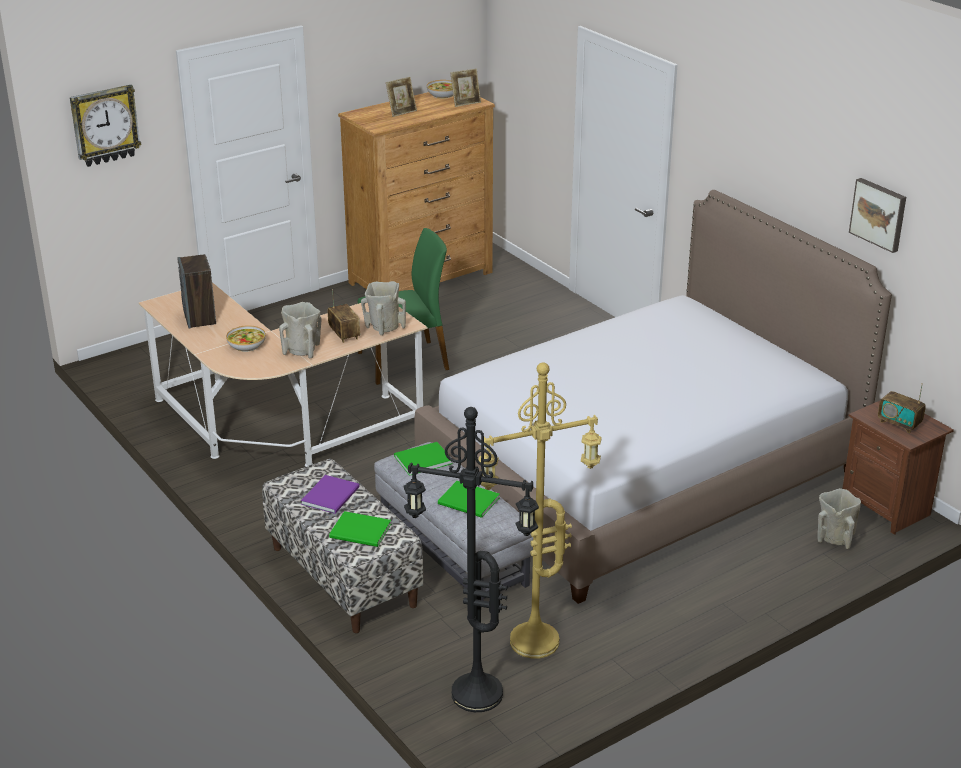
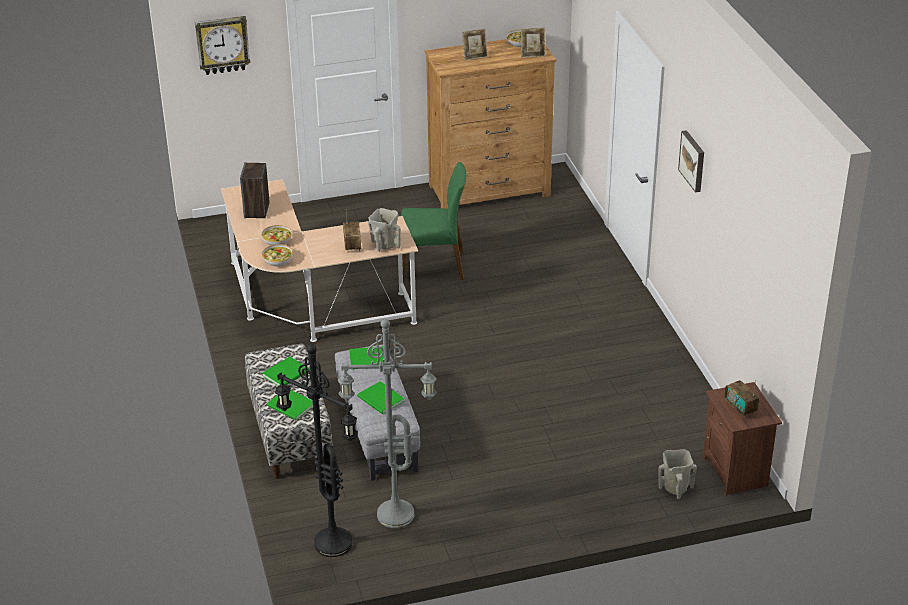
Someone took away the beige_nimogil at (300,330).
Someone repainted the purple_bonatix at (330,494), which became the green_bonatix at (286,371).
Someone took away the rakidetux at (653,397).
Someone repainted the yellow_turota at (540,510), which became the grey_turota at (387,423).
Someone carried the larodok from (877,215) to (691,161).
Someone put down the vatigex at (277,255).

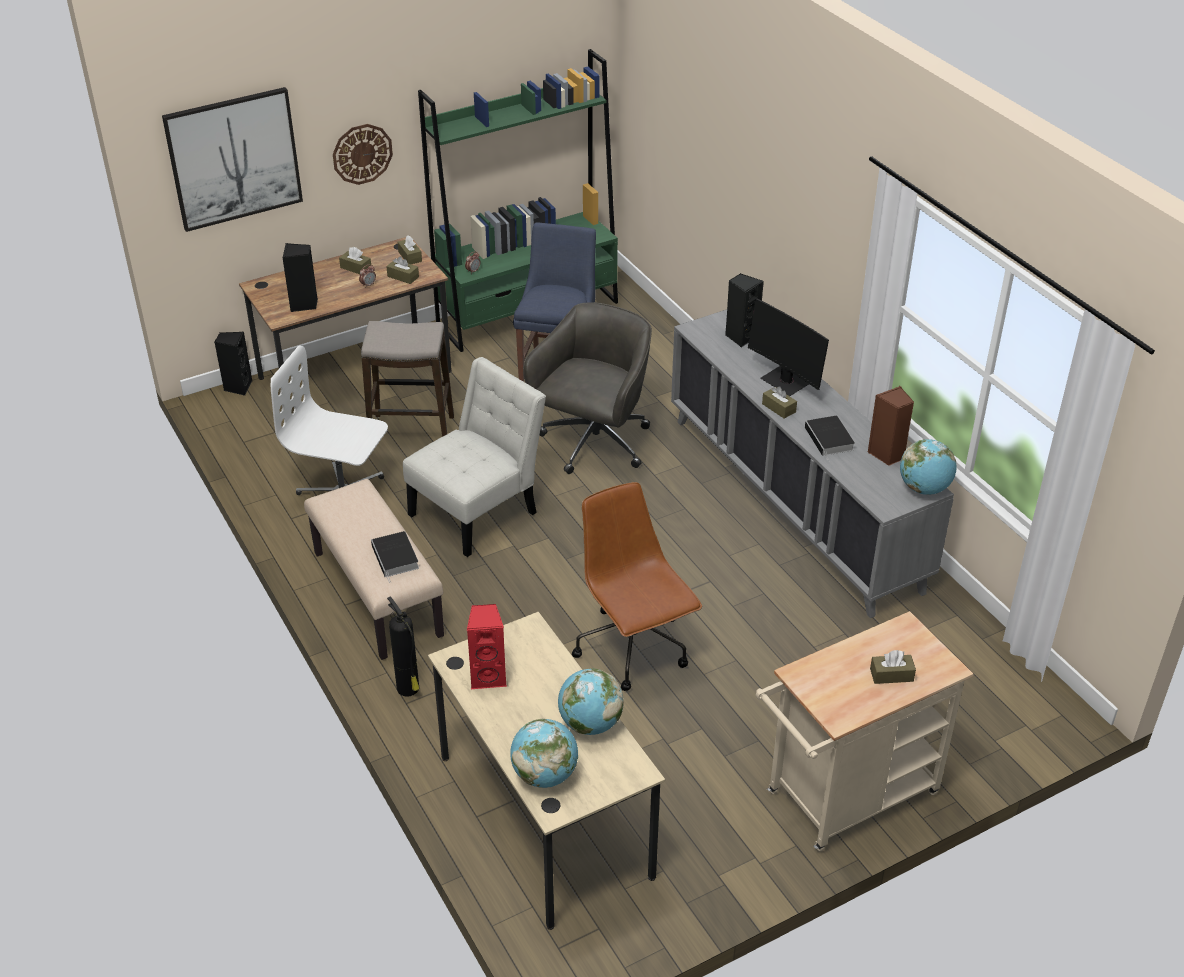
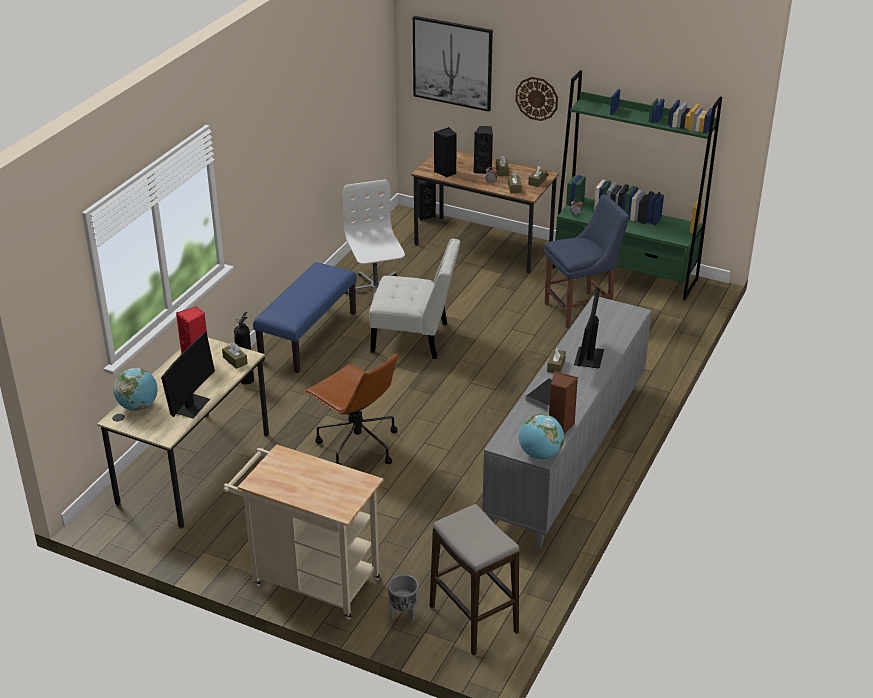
Someone repainted the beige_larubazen at (374,569), which became the blue_larubazen at (305,317).
Someone carried the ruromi from (407,379) to (474,579).
Someone took away the bonatix at (395,557).
Someone took away the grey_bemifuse at (587,388).
Someone swapped the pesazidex at (591,702) for the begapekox at (188,375).
Someone rotated the brown_bemifuse at (637,586) by 105 degrees clockwise.
Someone carried the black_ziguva from (744,310) to (483,150).
Someone carried the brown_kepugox from (893,667) to (235,355).
Someone put down the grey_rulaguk at (403,598).

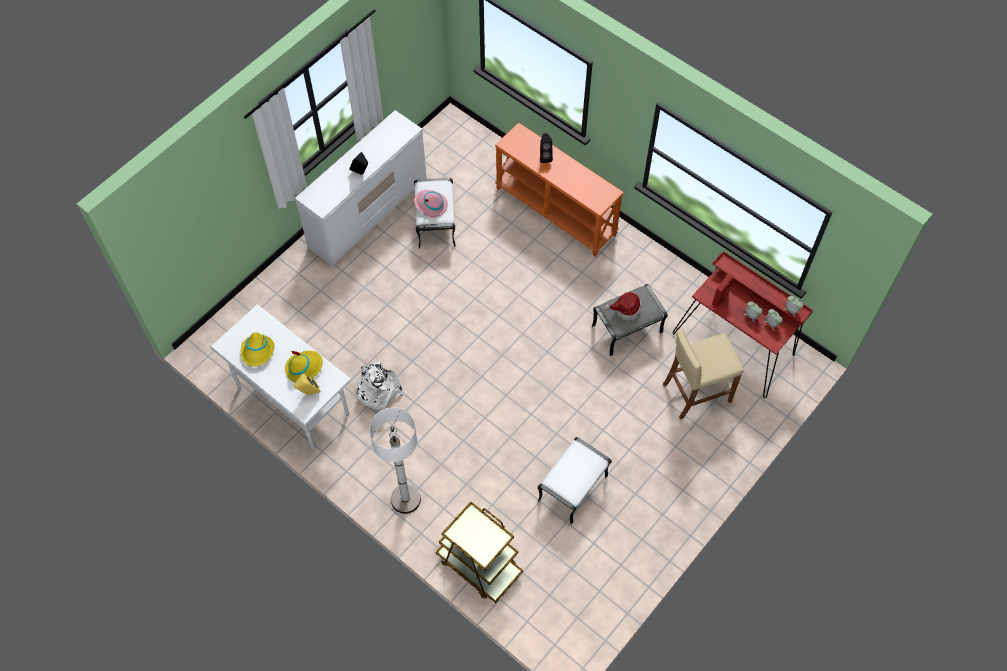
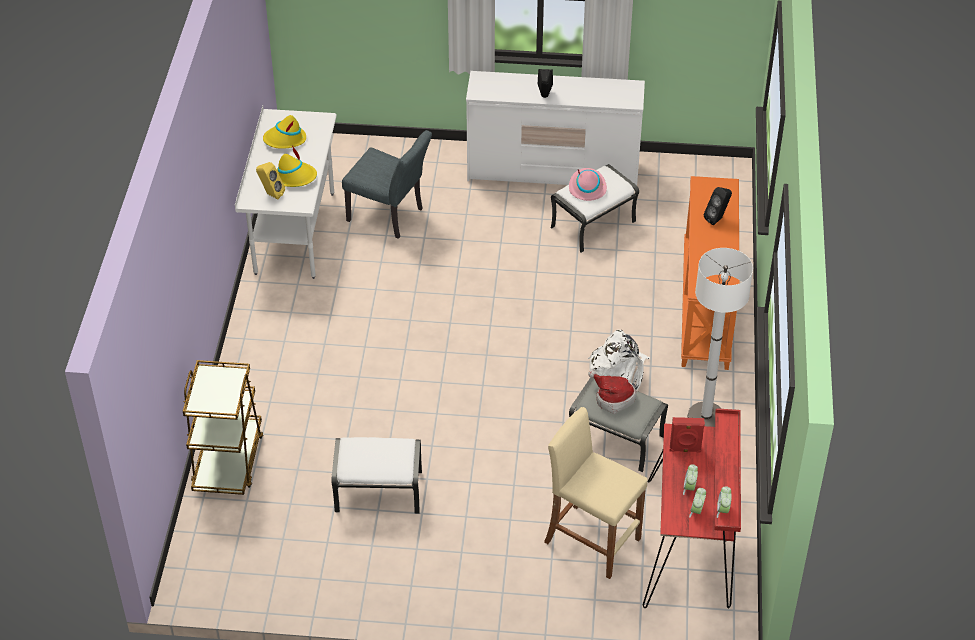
Someone carried the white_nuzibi from (378,386) to (619,360).
Someone carried the white_turota from (395,460) to (720,337).
Someone put down the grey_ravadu at (387,184).

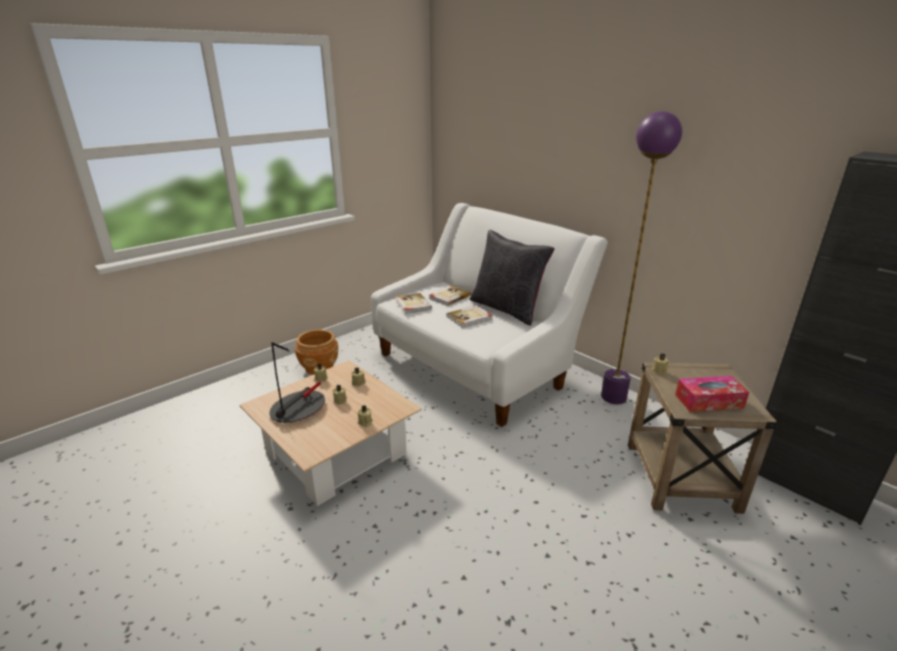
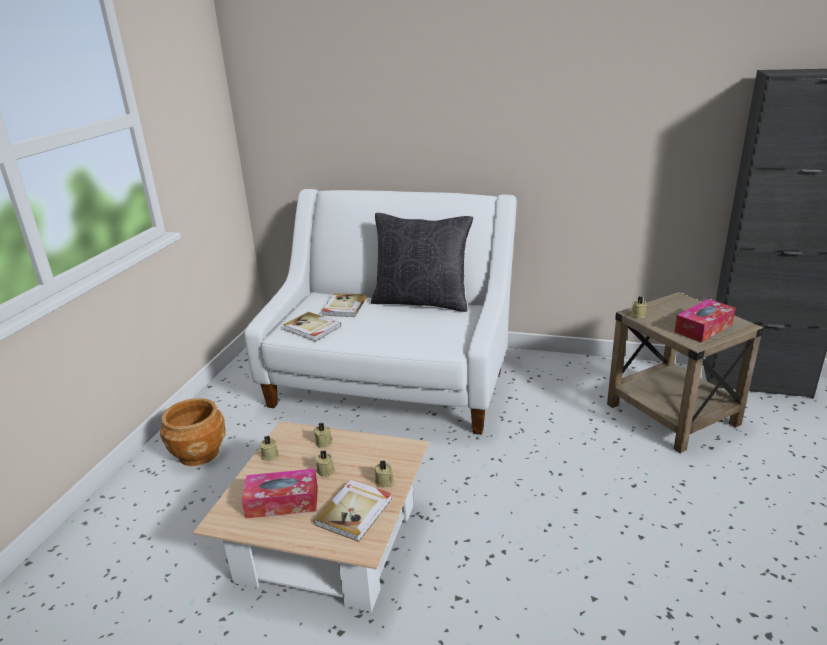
Someone swapped the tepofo at (297,382) for the kepugox at (279,494).
Someone carried the bonatix from (470,316) to (353,511).
Someone took away the purple_turota at (641,257).

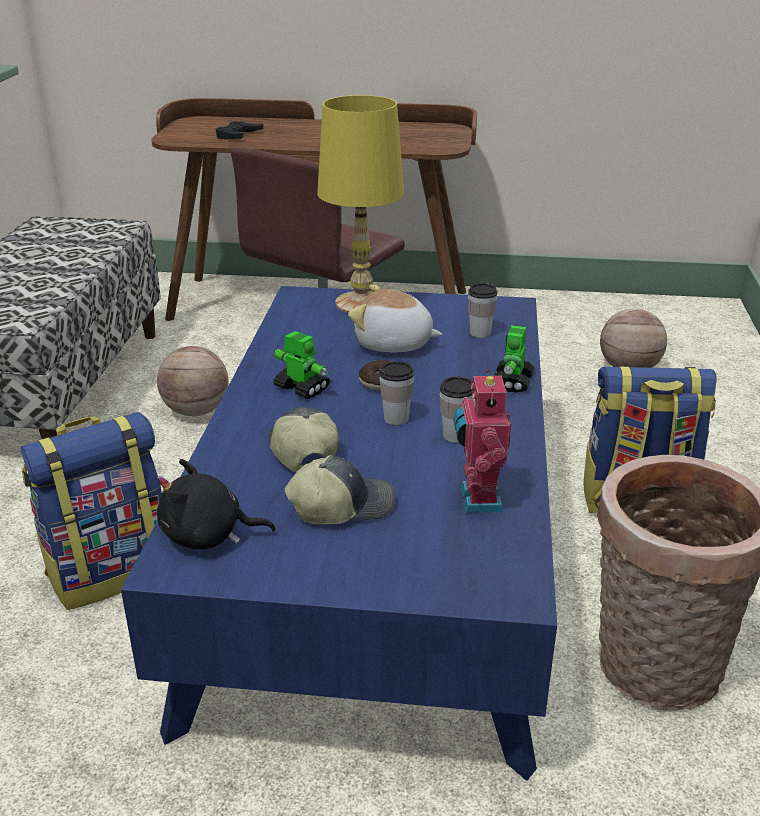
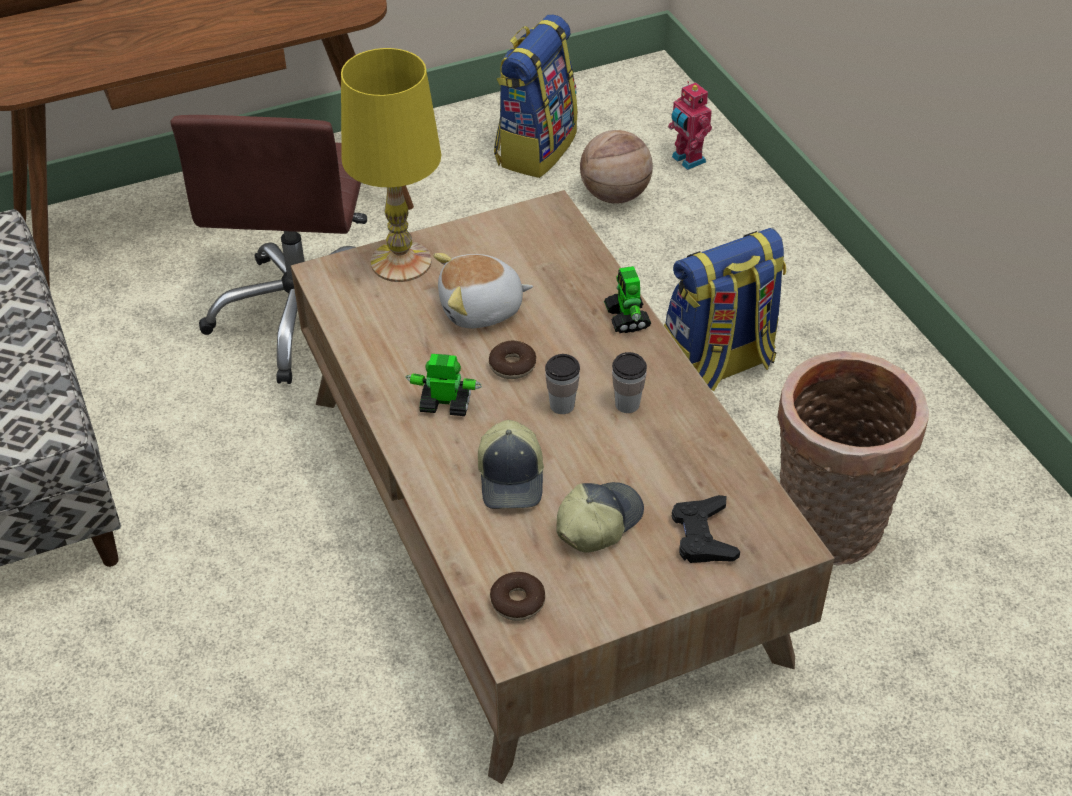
Someone carried the nuzibi from (91,511) to (536,96).
Someone repainted the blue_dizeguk at (339,533), which became the brown_dizeguk at (562,487).
Someone took away the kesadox at (193,381).
Someone swapped the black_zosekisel at (216,504) for the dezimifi at (517,596).
Someone carried the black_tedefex from (239,130) to (706,529).
Someone rotated the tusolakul at (303,439) by 135 degrees counterclockwise.
Someone carried the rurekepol from (482,441) to (690,125).
Someone took away the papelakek at (483,310).

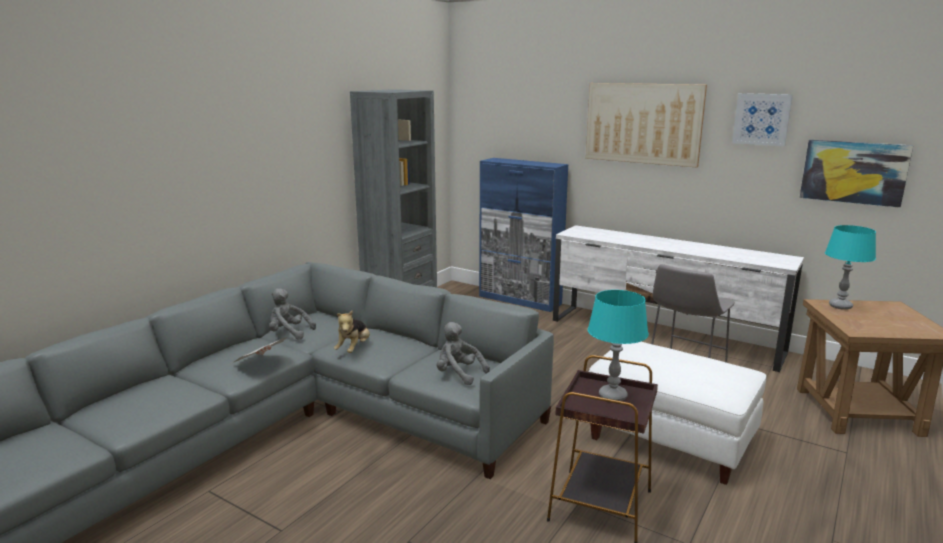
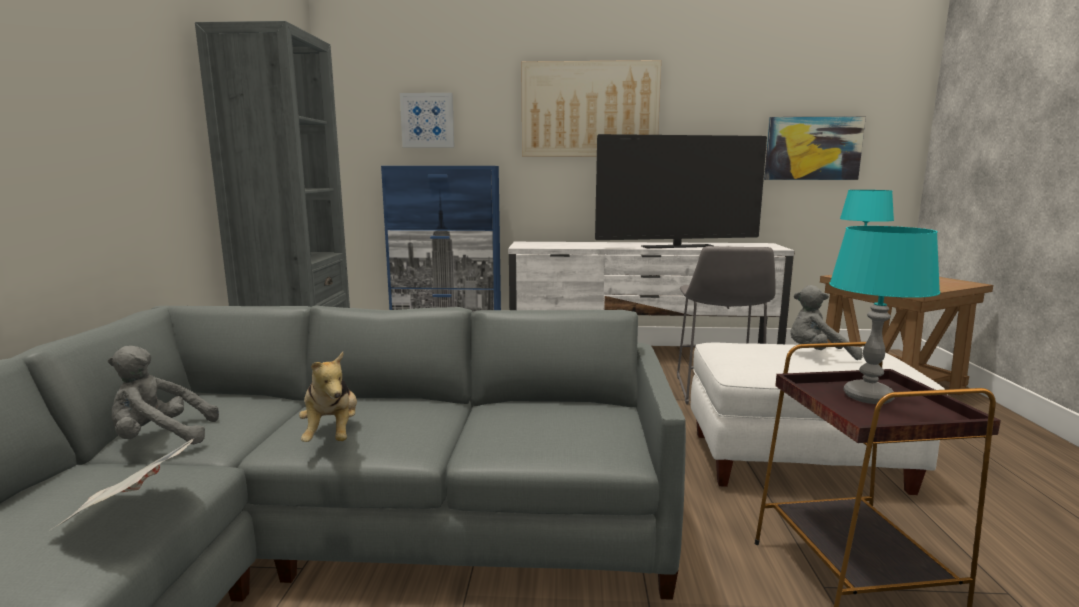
Someone carried the grey_zosekisel from (463,353) to (826,322).
Someone carried the larodok from (762,119) to (427,120).
Someone put down the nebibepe at (681,191).

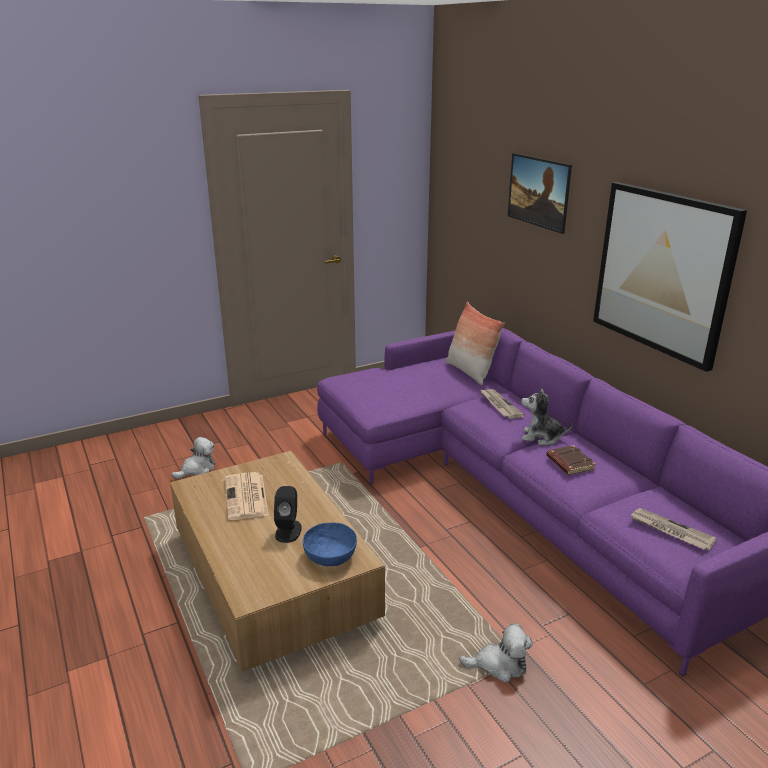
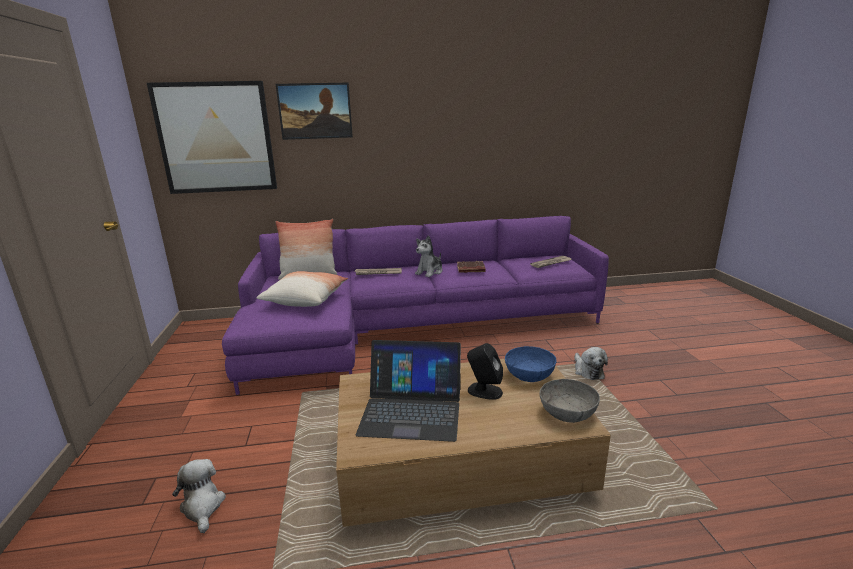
Someone swapped the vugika at (247,496) for the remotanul at (408,391).
Someone rotated the zosekisel at (496,653) by 150 degrees clockwise.
Someone carried the larodok from (670,277) to (212,137).
Someone put down the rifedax at (302,289).
Someone put down the grey_vatigex at (569,401).

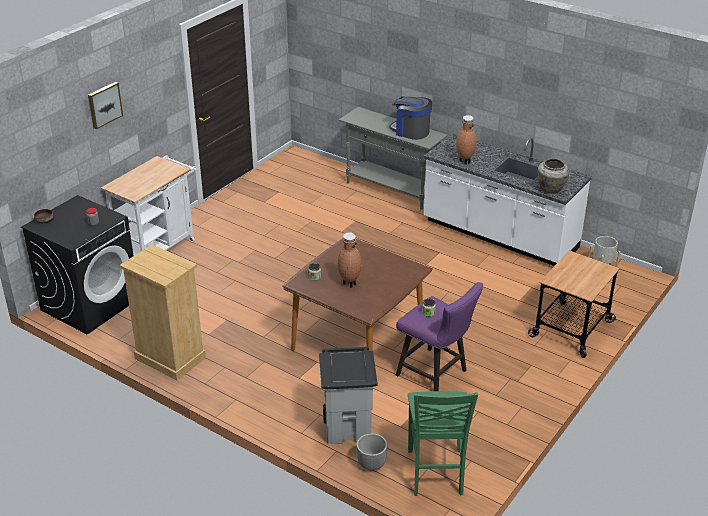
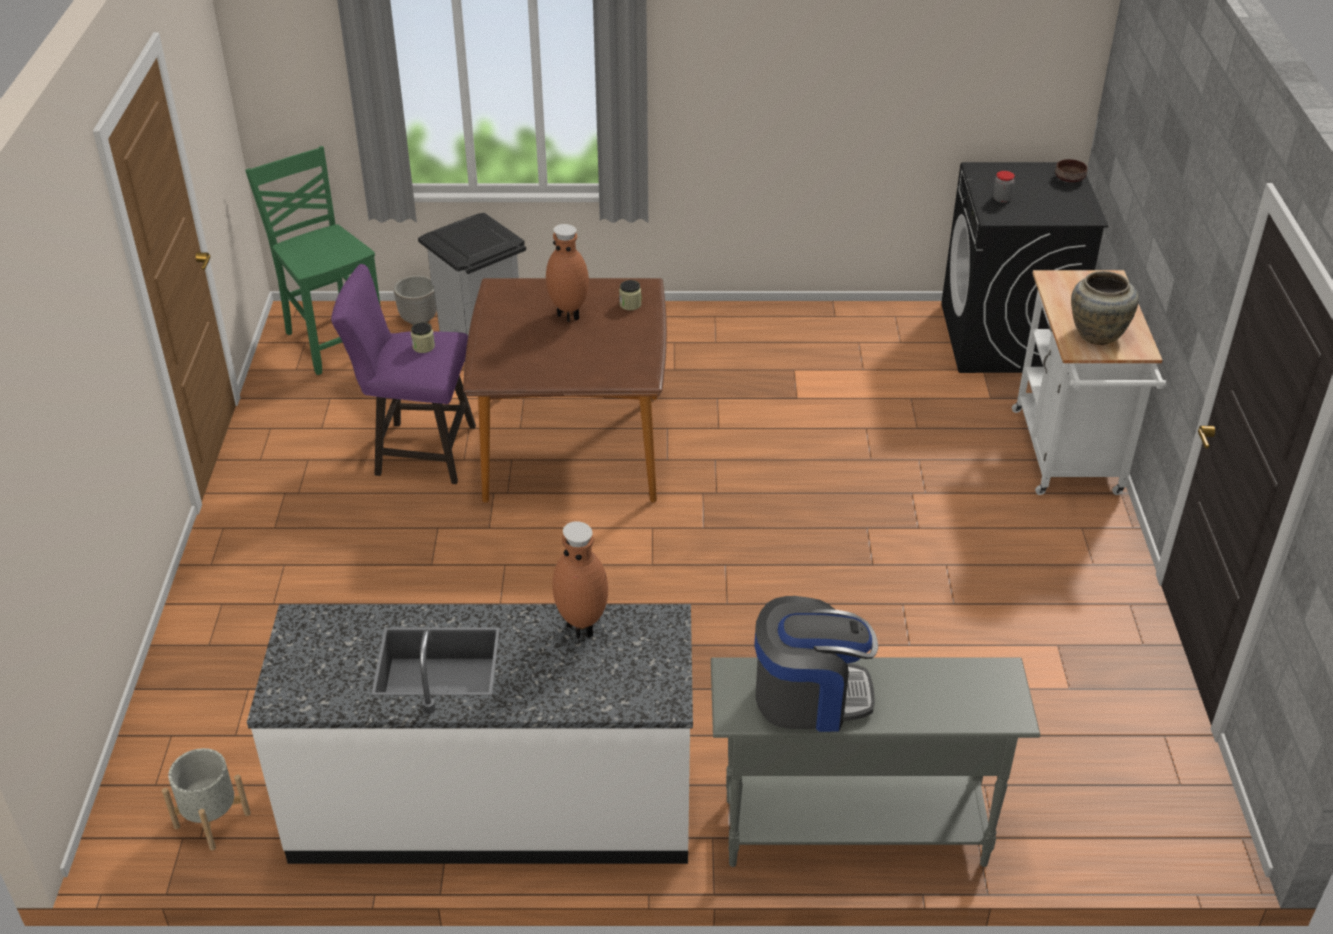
Someone took away the larodok at (105,105).
Someone took away the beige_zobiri at (163,313).
Someone took away the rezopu at (574,304).
Someone carried the beige_nimogil from (553,176) to (1105,308).

